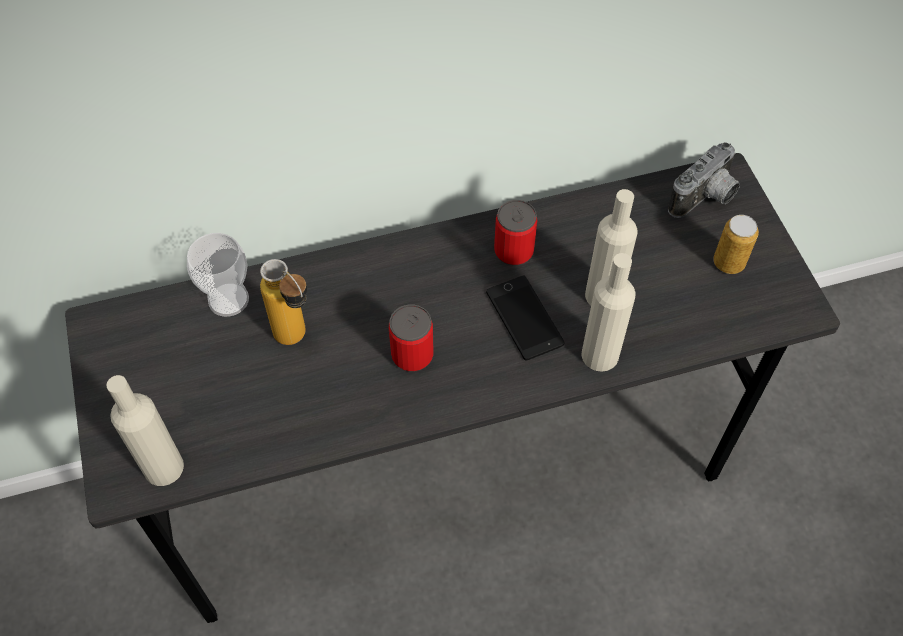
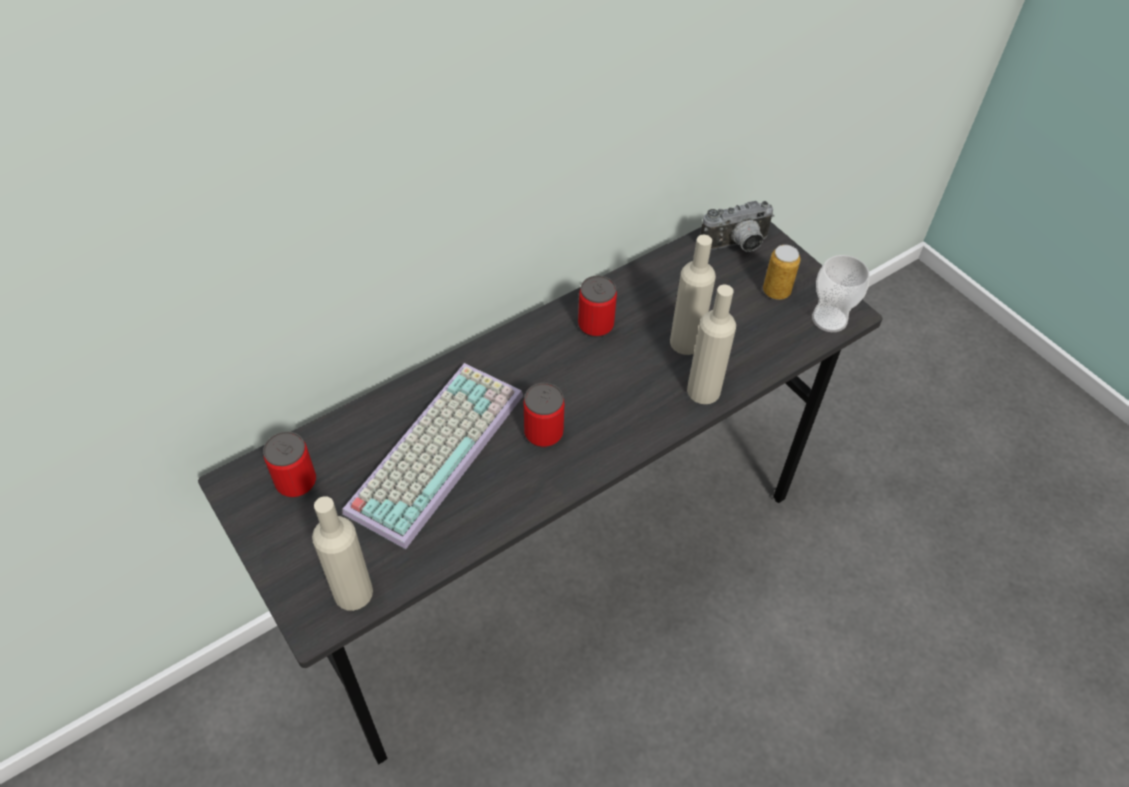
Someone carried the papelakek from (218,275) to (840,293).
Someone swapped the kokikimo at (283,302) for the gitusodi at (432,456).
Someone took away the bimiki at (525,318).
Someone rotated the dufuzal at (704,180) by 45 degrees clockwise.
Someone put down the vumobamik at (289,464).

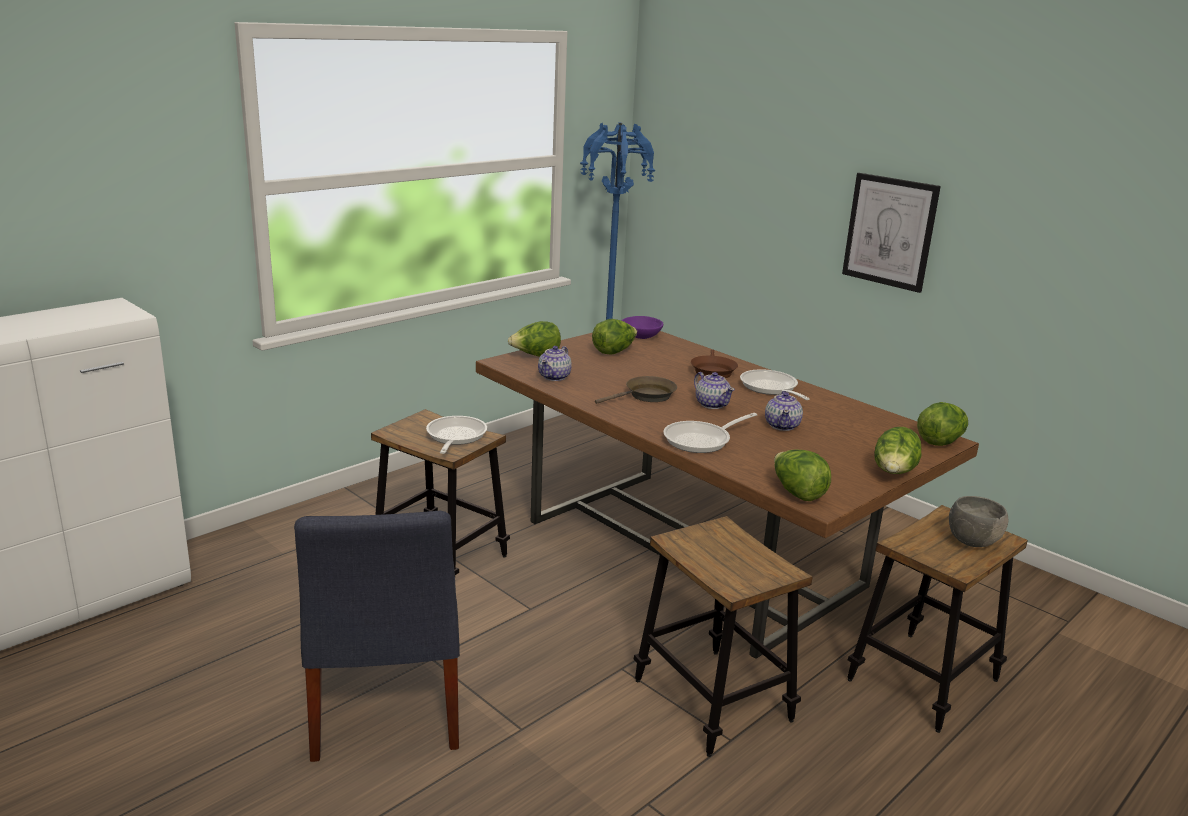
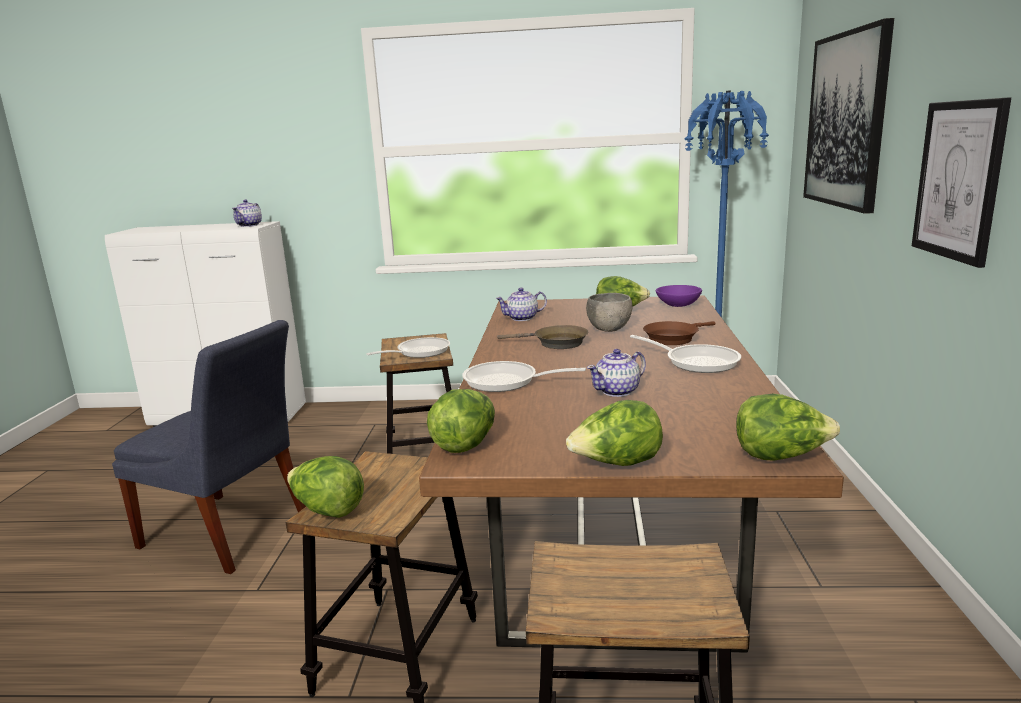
Someone rotated the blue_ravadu at (377,636) by 105 degrees counterclockwise.
Someone carried the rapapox from (534,338) to (325,487).
Someone carried the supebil from (714,390) to (247,213).
Someone rotated the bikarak at (775,384) by 105 degrees clockwise.
Someone carried the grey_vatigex from (978,521) to (609,312).
Someone put up the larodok at (848,116).

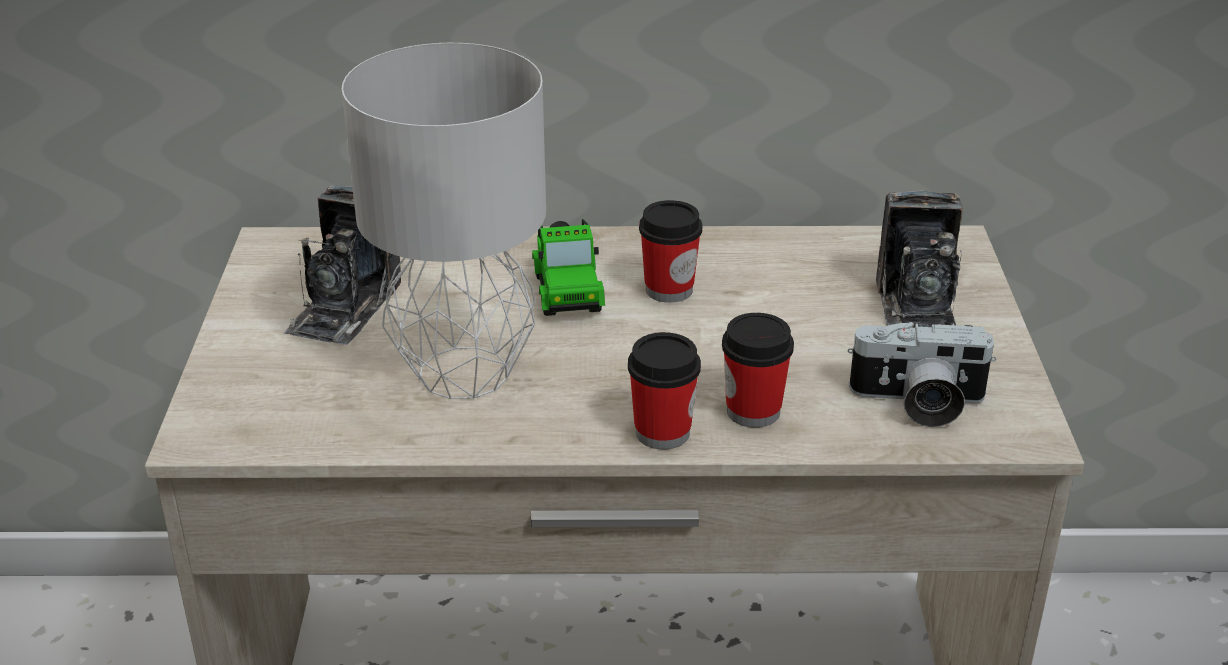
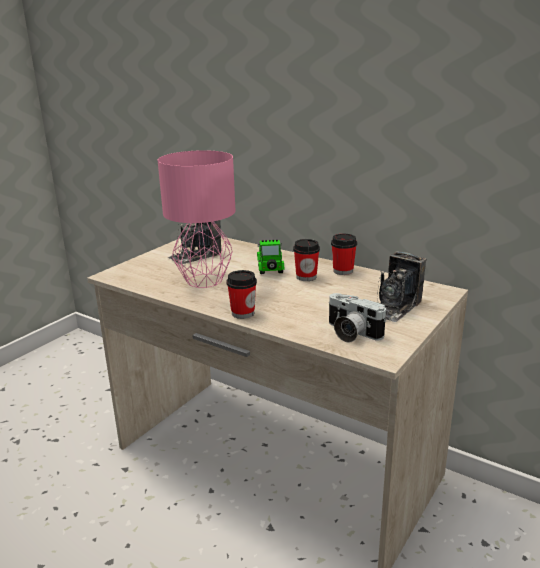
Someone repainted the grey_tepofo at (444,221), which became the pink_tepofo at (196,219).
Someone rotated the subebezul at (568,267) by 150 degrees clockwise.
Someone carried the papelakek from (758,370) to (344,254).

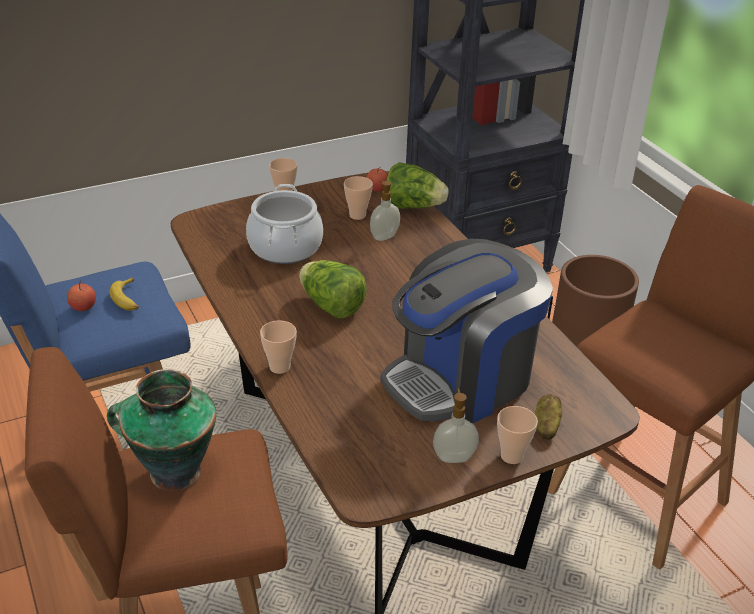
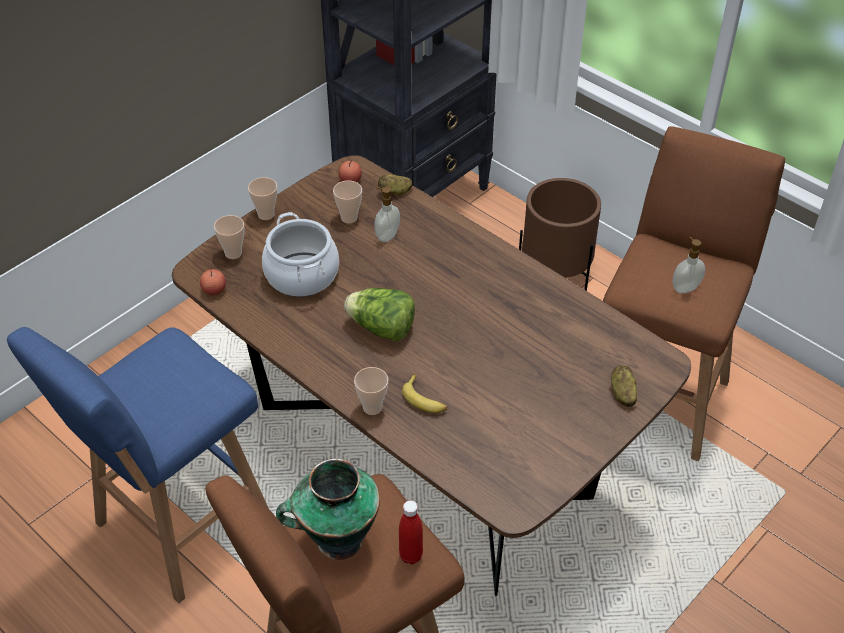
Someone carried the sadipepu from (81,295) to (213,281).
Someone carried the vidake from (124,294) to (424,393).
Someone took away the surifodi at (467,331).
Someone swapped the rapapox at (417,185) for the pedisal at (395,185).
Someone carried the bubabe from (456,426) to (689,265).
Someone carried the papelakek from (517,435) to (229,237).
Someone put down the red_kokikimo at (411,532).

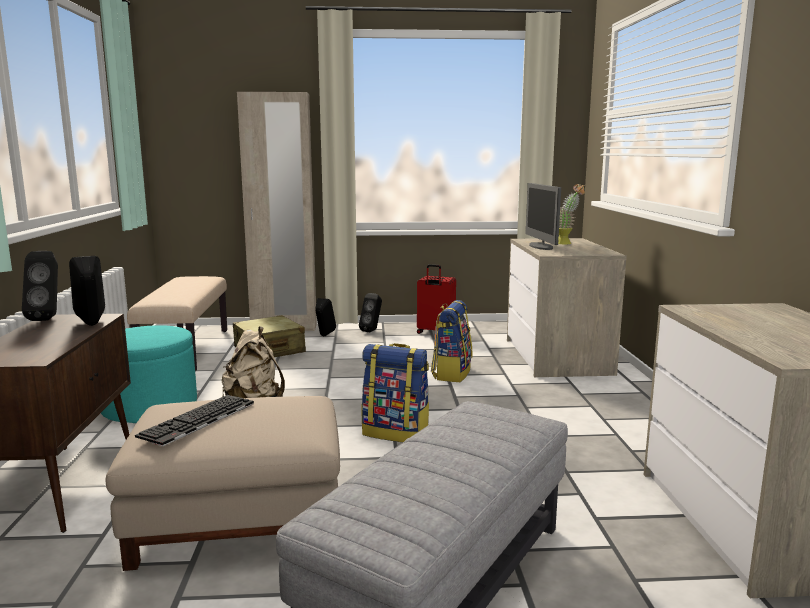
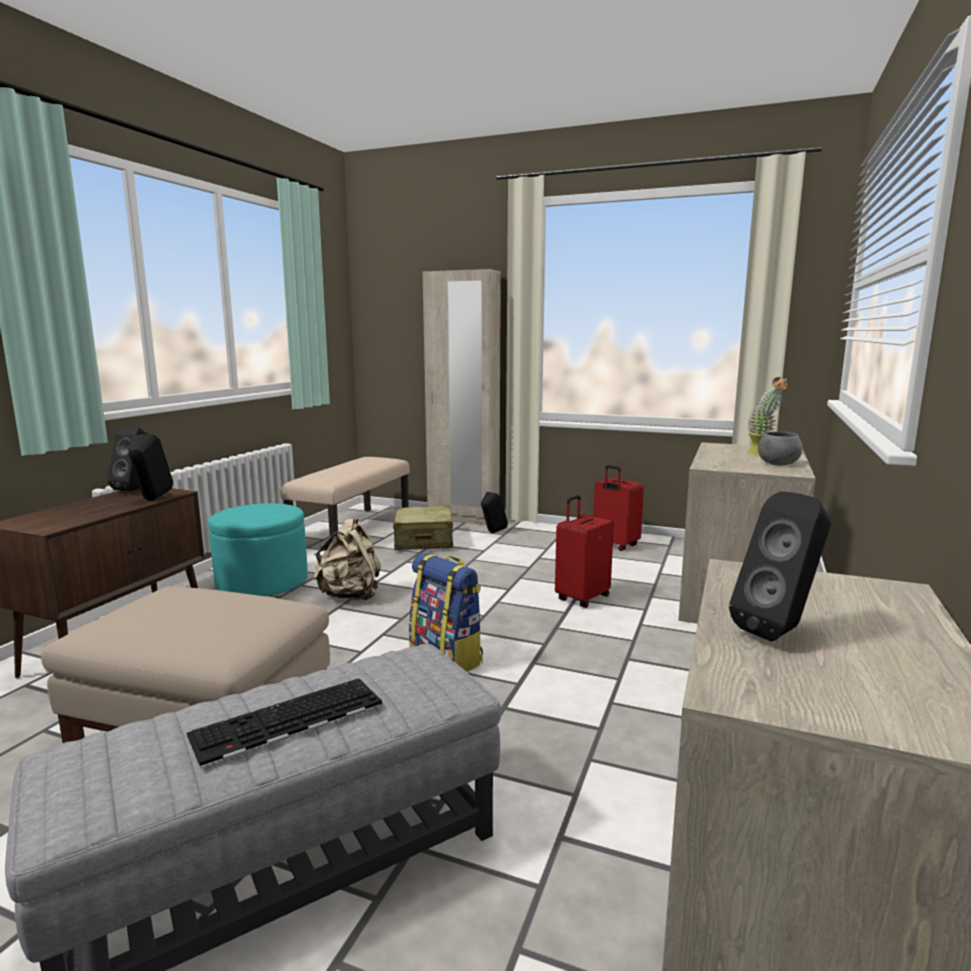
Someone carried the gitusodi from (194,421) to (284,723).
Someone carried the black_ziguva from (370,312) to (780,566).
Someone swapped the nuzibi at (451,341) for the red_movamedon at (584,551).
Someone took away the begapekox at (543,216).
Someone put down the grey_vatigex at (780,449).

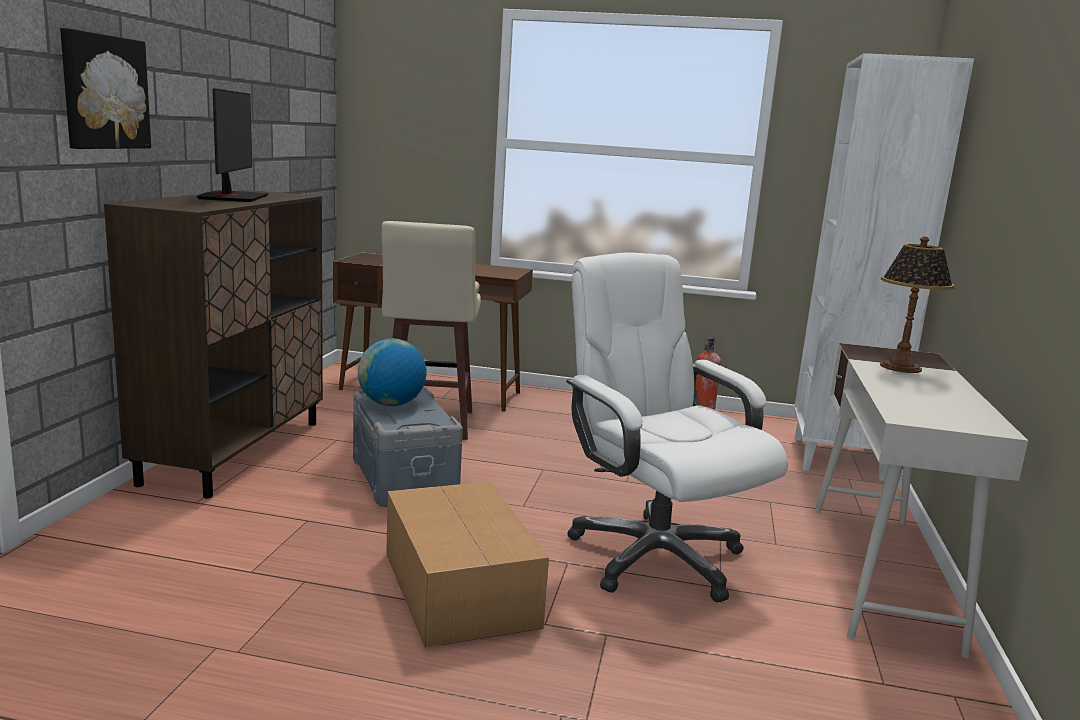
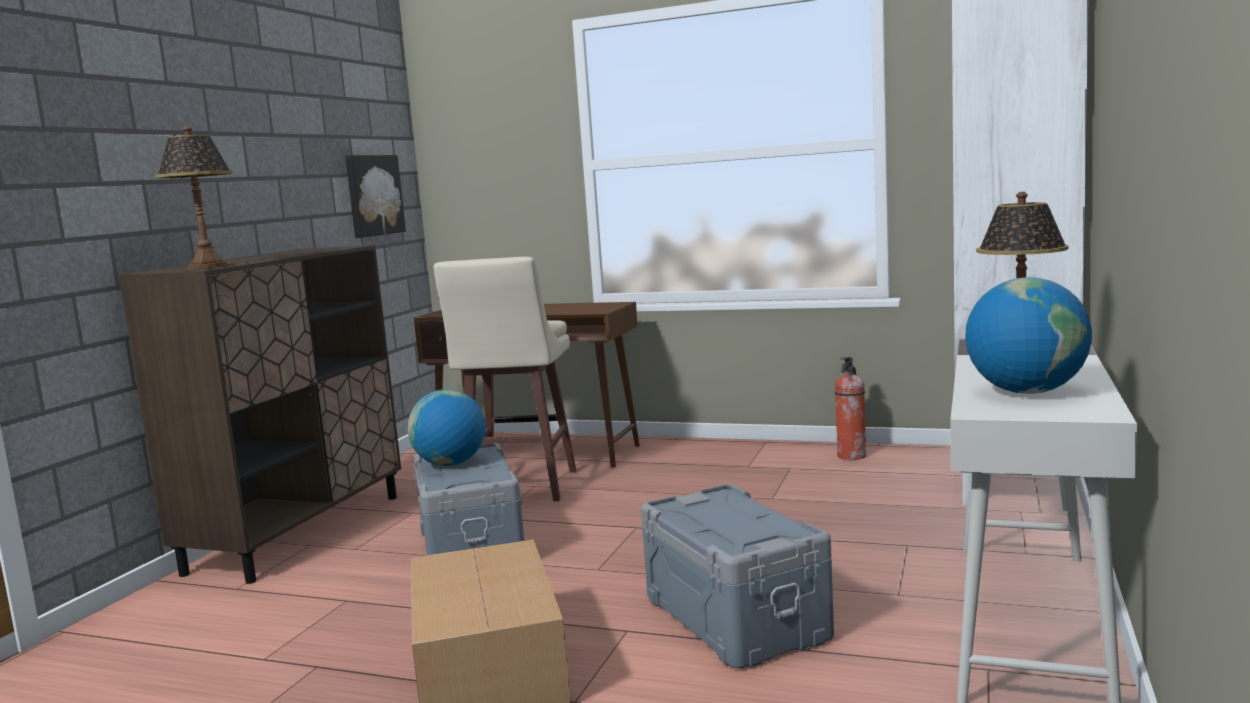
Someone carried the larodok from (105,88) to (375,196).
Someone took away the begapekox at (233,145).
Someone swapped the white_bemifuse at (677,427) for the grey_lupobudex at (737,576).
Someone put down the tepofo at (194,198).
Someone put down the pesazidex at (1028,335).

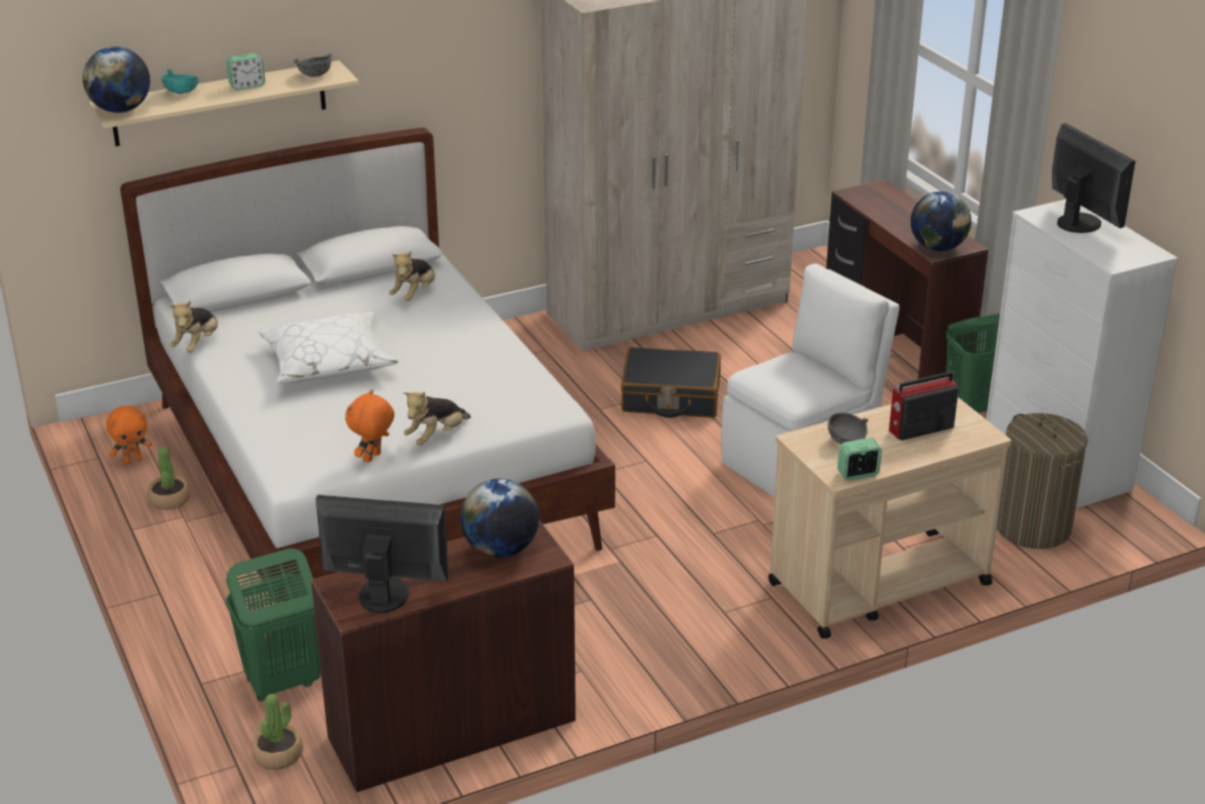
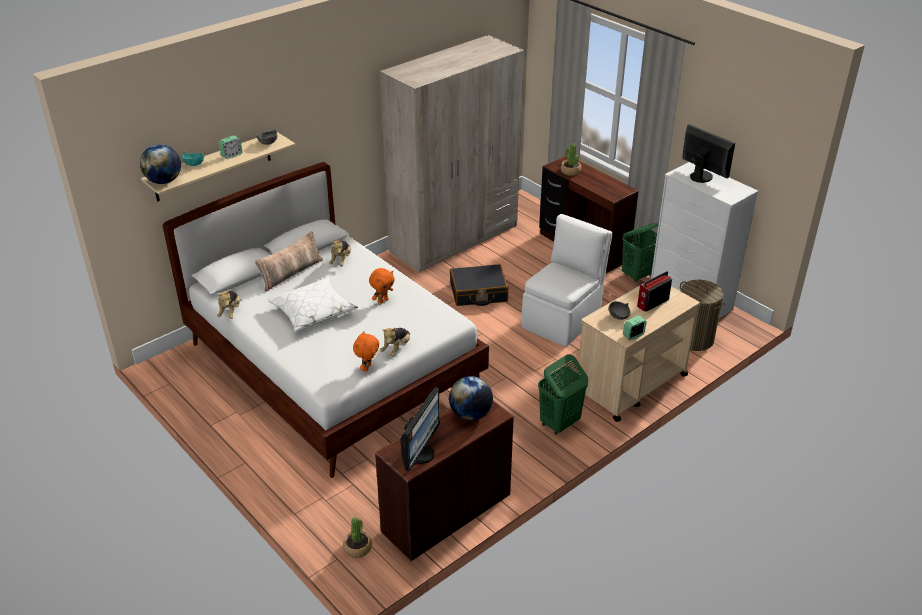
Someone carried the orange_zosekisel from (129,435) to (382,286).
Someone carried the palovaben from (169,478) to (570,159).
Someone carried the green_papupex from (273,624) to (563,394).
Someone rotated the begapekox at (382,554) by 120 degrees clockwise.
Someone took away the pesazidex at (941,221).
Someone put down the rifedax at (289,261).

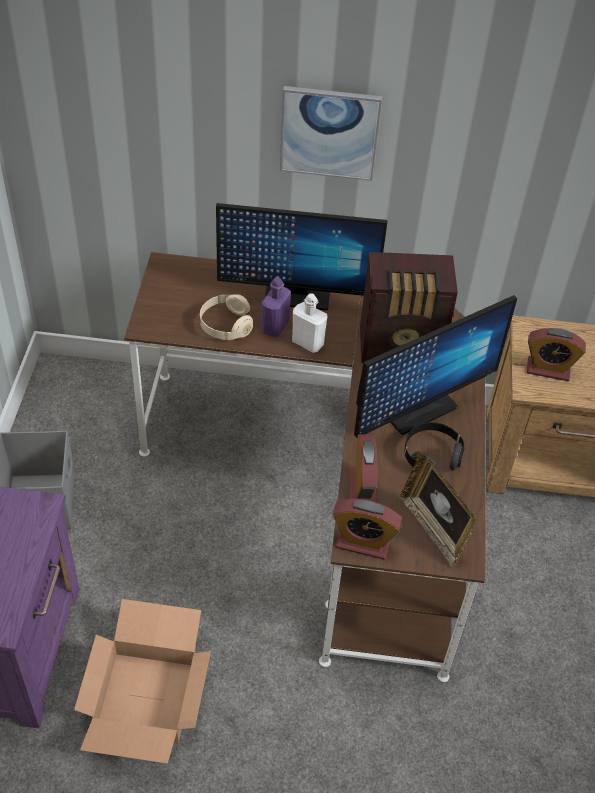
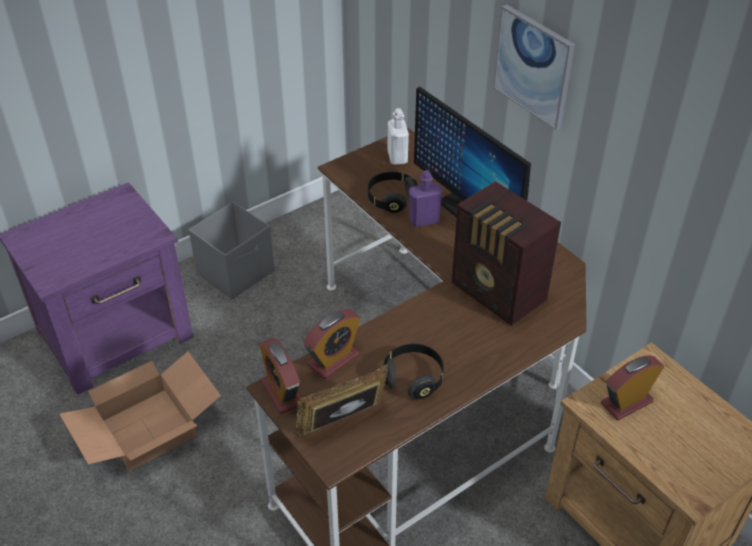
Someone repainted the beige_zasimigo at (226,317), which became the black_zasimigo at (393,192).
Someone carried the white_kokikimo from (310,323) to (398,136).
Someone took away the begapekox at (435,366).
Someone rotated the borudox at (438,510) by 45 degrees clockwise.
Someone rotated the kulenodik at (556,354) by 90 degrees clockwise.

